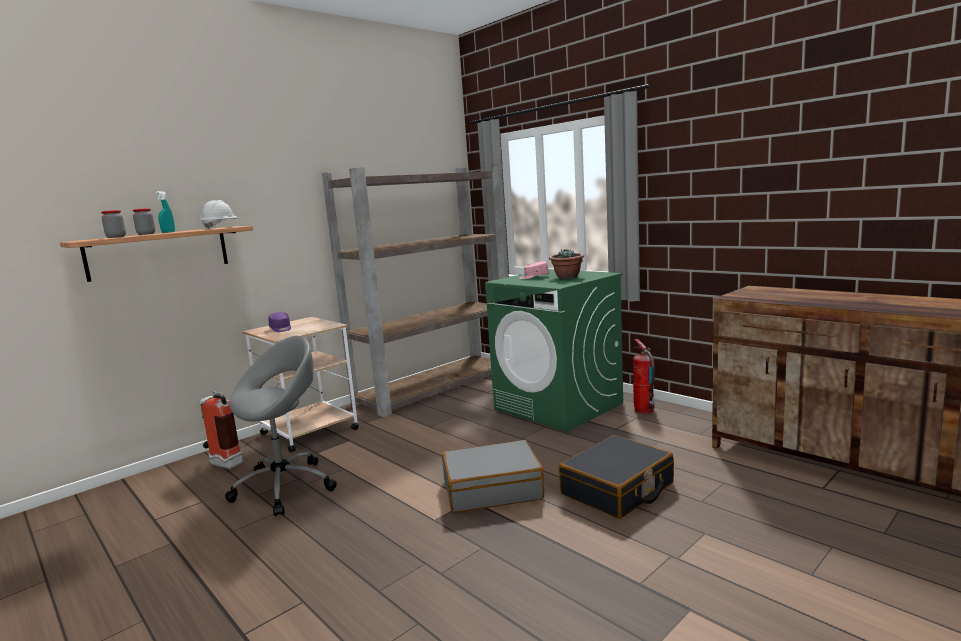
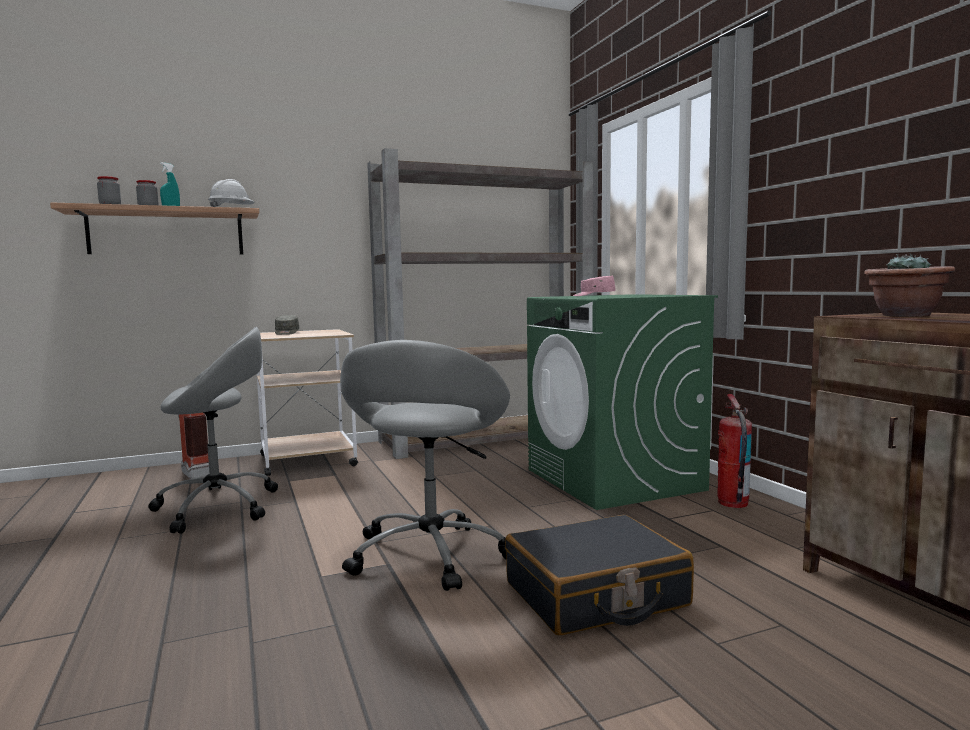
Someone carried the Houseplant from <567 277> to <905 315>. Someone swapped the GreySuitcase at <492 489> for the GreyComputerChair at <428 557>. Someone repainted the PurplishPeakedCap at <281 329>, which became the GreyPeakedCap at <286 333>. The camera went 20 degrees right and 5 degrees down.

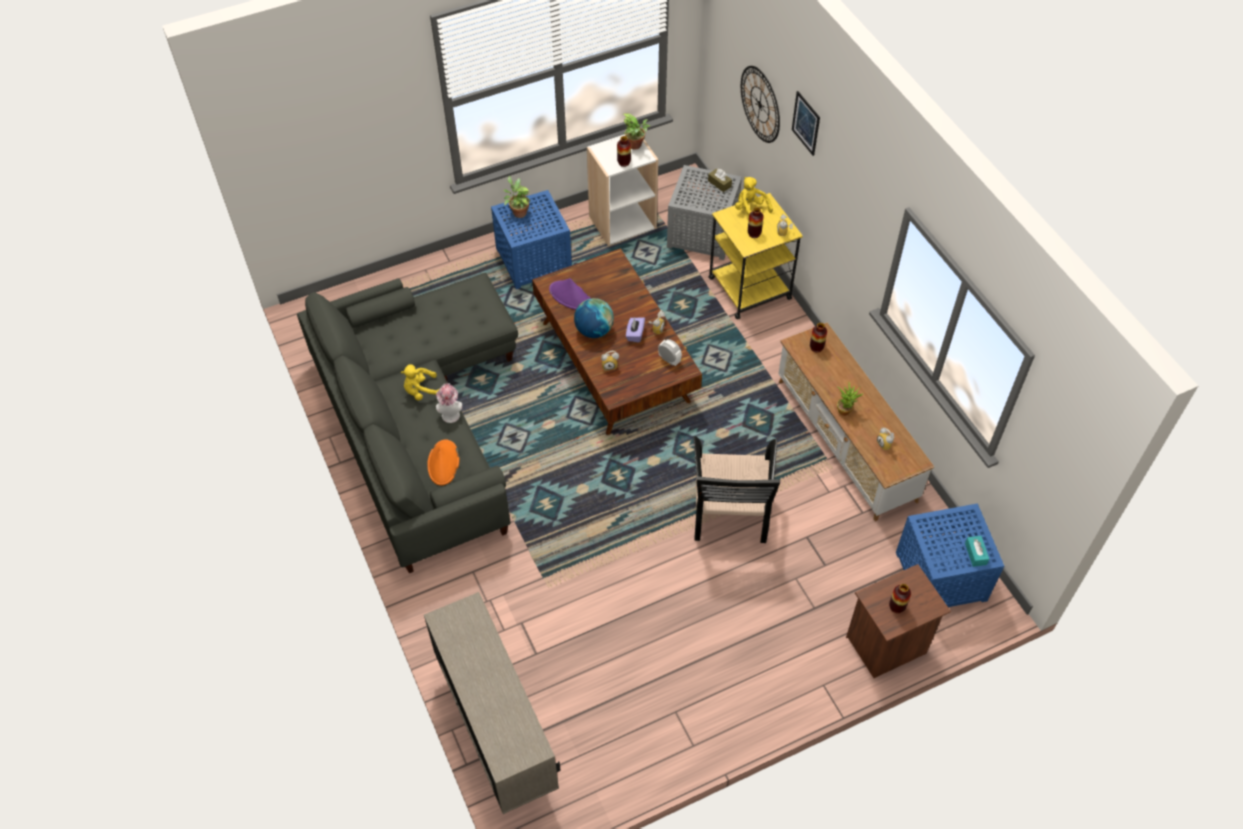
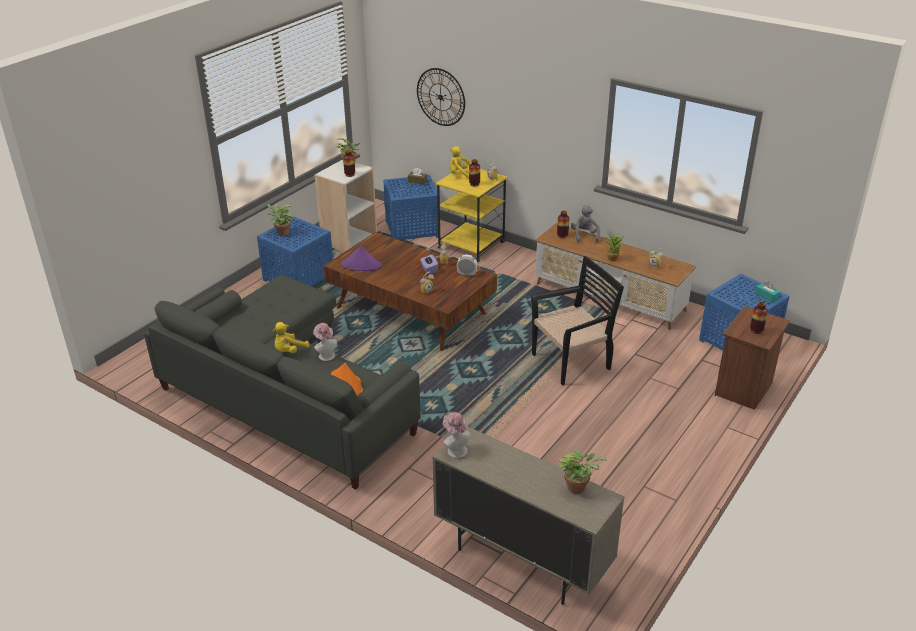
Someone took away the WorldGlobe at <594 330>. Someone took away the Picture at <806 123>. Someone put down the WearableHat at <455 449>. Someone put down the Houseplant at <578 487>. Someone put down the GreyCuddlyToy at <584 236>. Someone repainted the GreySideTable at <703 234>, which became the BlueSideTable at <413 229>. Someone rotated the BlackishArmchair at <729 514> by 90 degrees counterclockwise. The camera went 30 degrees left and 20 degrees down.

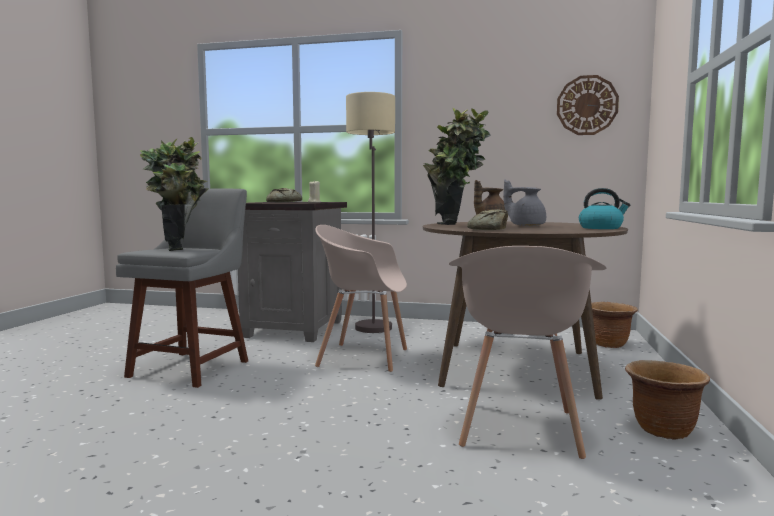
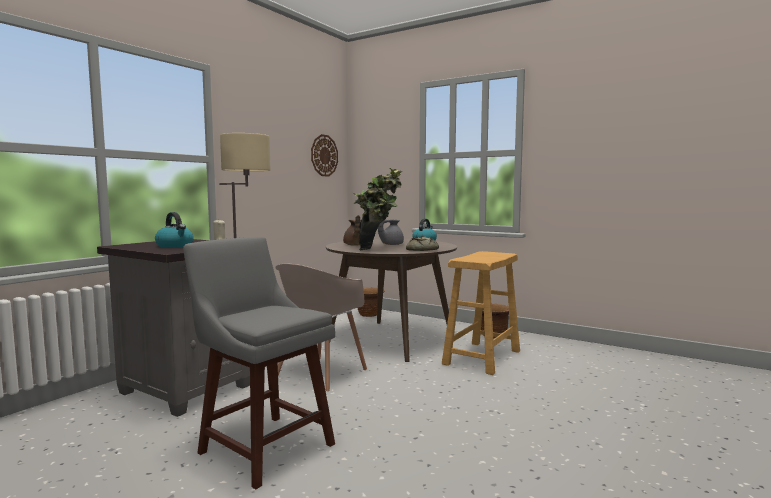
Someone took away the Houseplant at <180 248>. Someone swapped the Bread at <283 202> for the TeaKettle at <175 246>. Someone swapped the BeigeColouredChair at <519 429> for the BeigeColouredSittingStool at <482 357>. The camera went 70 degrees left and 0 degrees up.

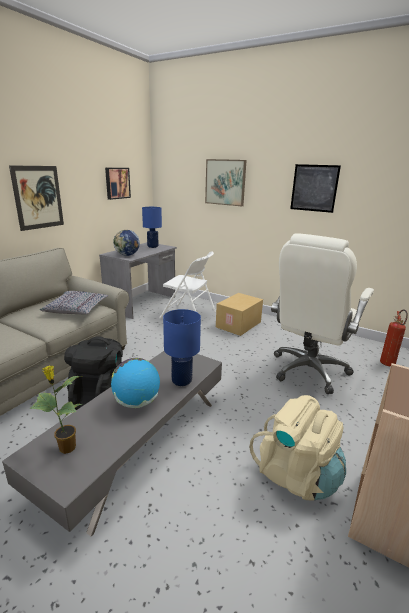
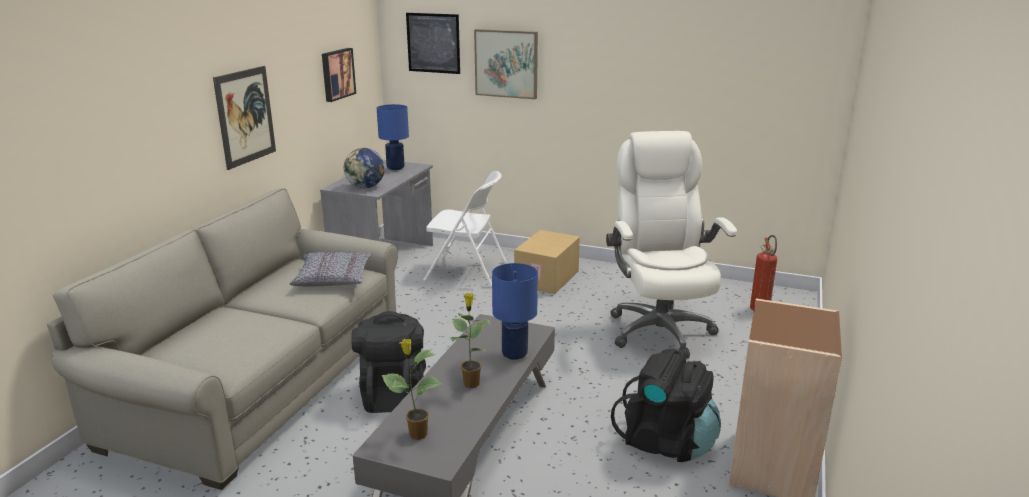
Someone carried the Picture from <314 188> to <433 43>. Someone swapped the WorldGlobe at <137 402> for the Houseplant at <471 383>. Someone repainted the BeigeColouredRucksack at <296 475>, which became the BlackishRucksack at <666 442>. Someone rotated the WhitishComputerChair at <308 371> by 150 degrees clockwise. The camera went 10 degrees left and 0 degrees up.

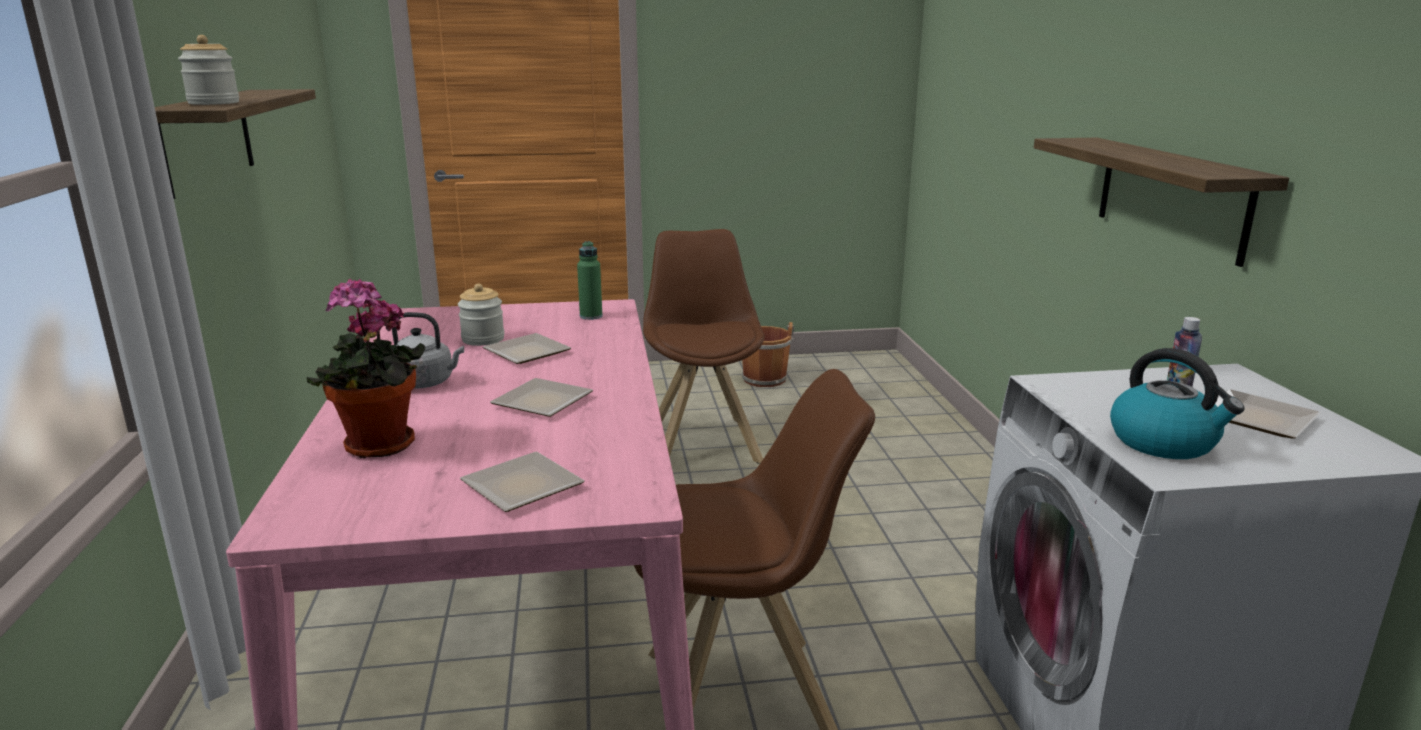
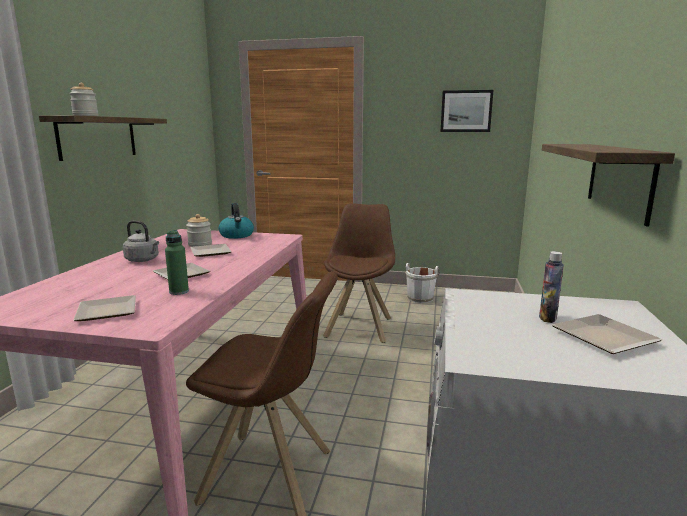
Someone took away the Houseplant at <379 448>. Someone put up the Picture at <466 111>. Someone carried the GreenishBottle from <591 316> to <179 291>. Someone carried the TeaKettle from <1164 442> to <237 235>. Someone repainted the BrownWaterBucket at <763 378>, which became the WhitishWaterBucket at <420 298>. The camera went 20 degrees right and 5 degrees down.

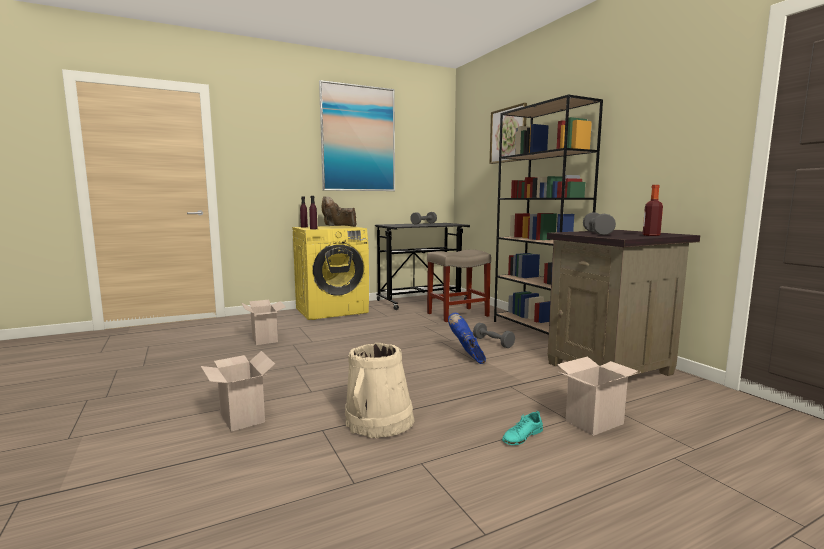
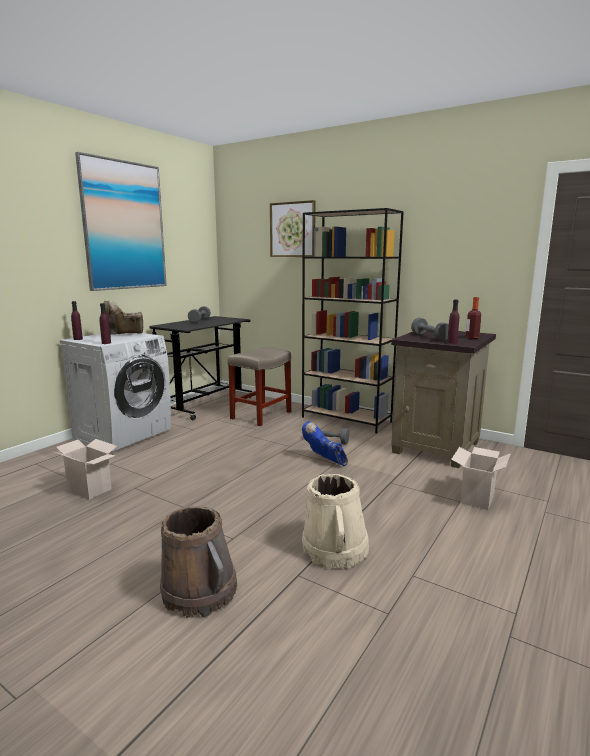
Someone took away the TurquoiseShoe at <522 436>. Someone put down the PurplishBottle at <452 342>. Someone swapped the CardboardBox at <240 417> for the BrownWaterBucket at <199 591>. Someone repainted the YellowLaundryMachine at <332 312>, which became the WhitishLaundryMachine at <123 435>. The camera went 30 degrees left and 5 degrees up.

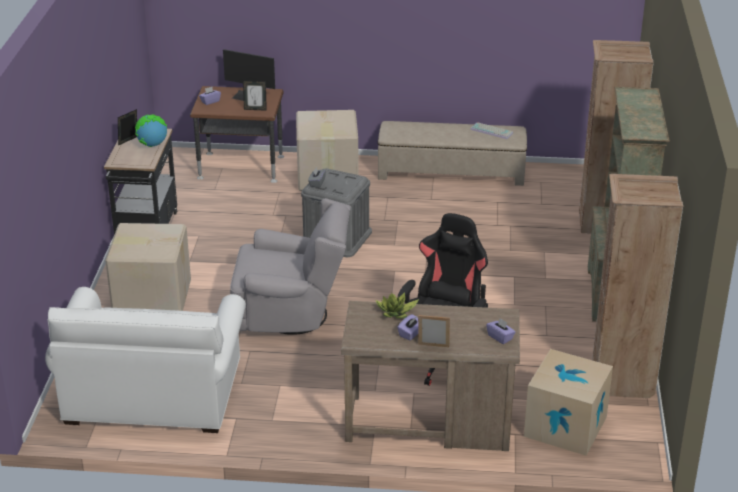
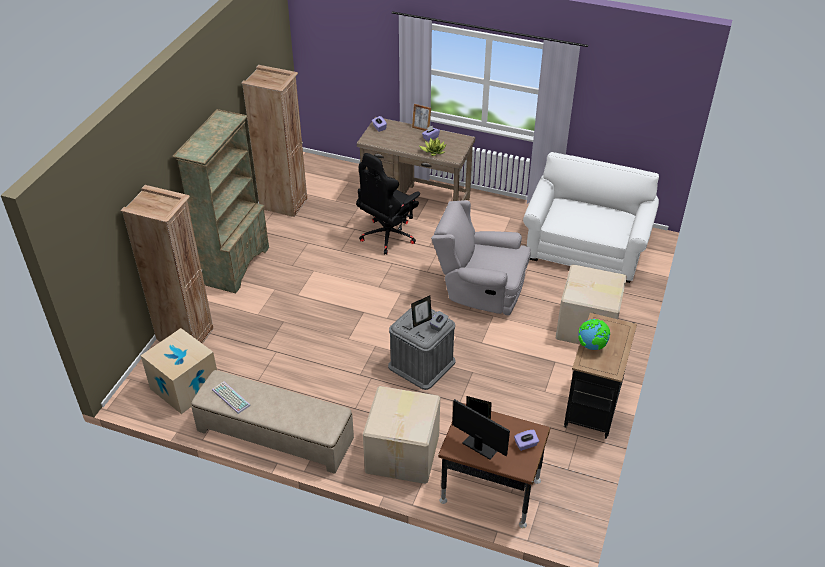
Someone carried the PhotoFrame from <129 141> to <421 322>. Someone carried the CardboardBox from <565 426> to <185 387>. The camera went 165 degrees left and 10 degrees up.

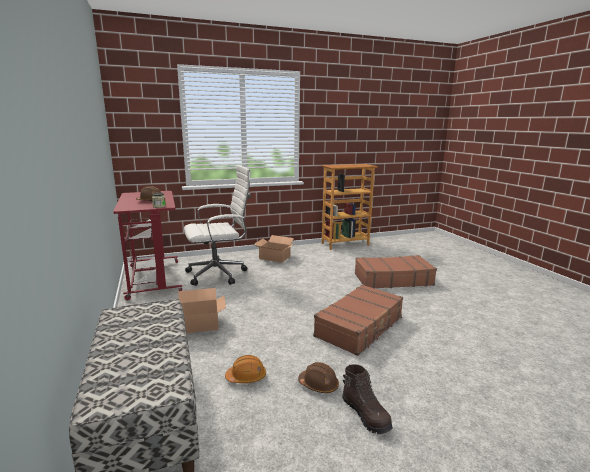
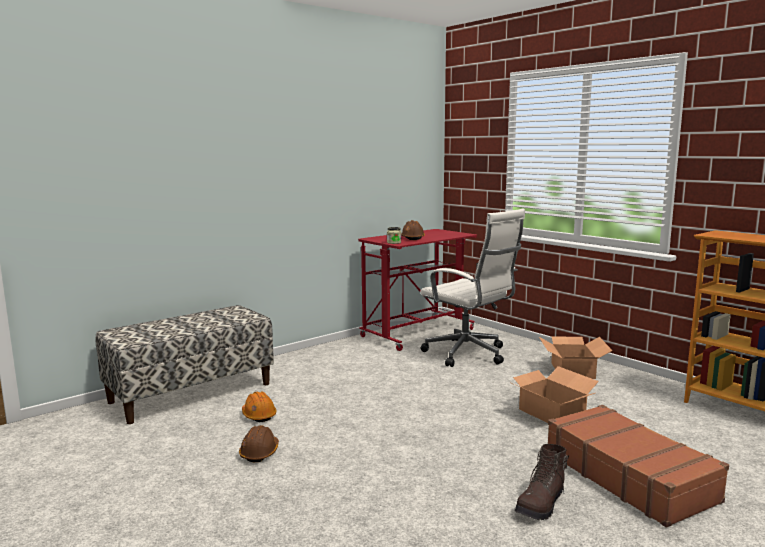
Someone took away the BrownSuitcase at <360 327>. Someone carried the CardboardBox from <198 324> to <551 413>. Someone carried the BrownHighTopBoot from <366 414> to <541 504>. The camera went 70 degrees right and 5 degrees down.

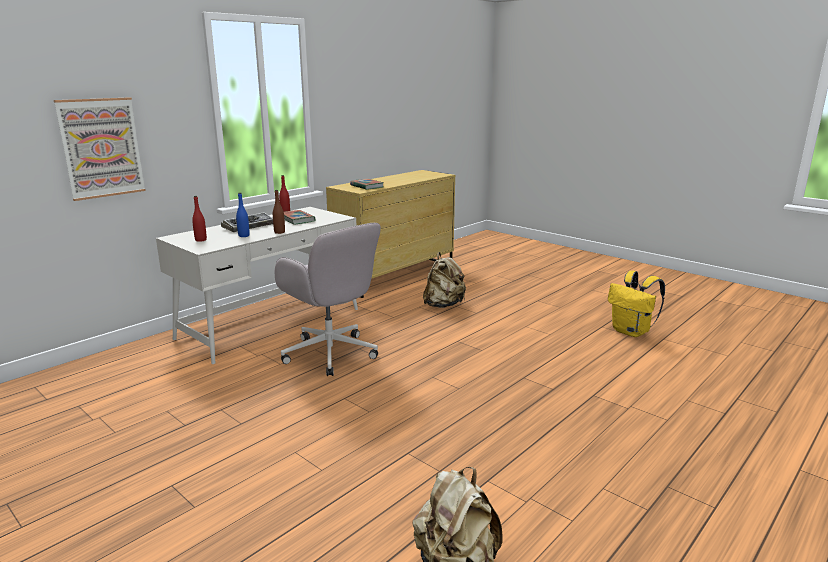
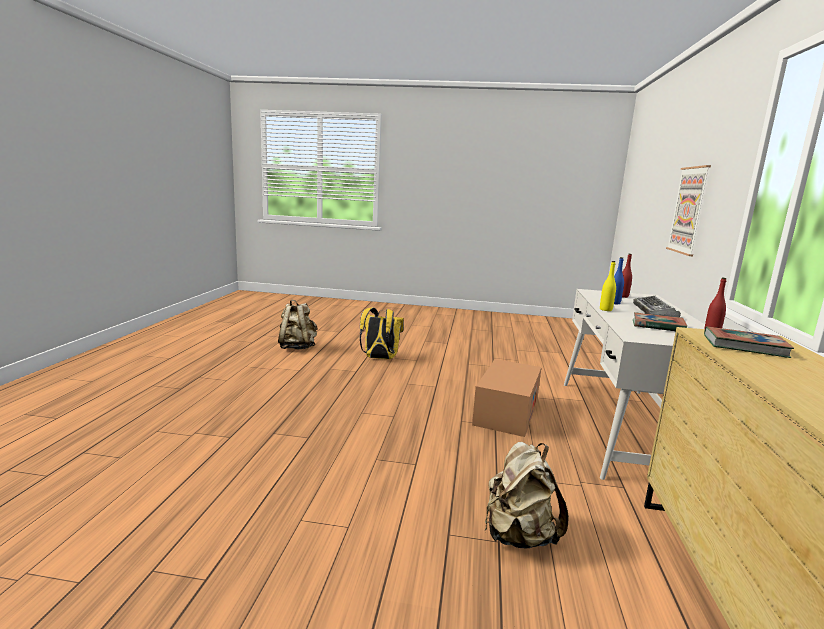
Someone carried the YellowRucksack from <632 332> to <379 358>. Someone swapped the GreyComputerChair at <330 354> for the CardboardBox at <506 413>. Someone repainted the BrownBottle at <279 232>, which became the YellowBottle at <605 309>. The camera went 145 degrees right and 5 degrees down.

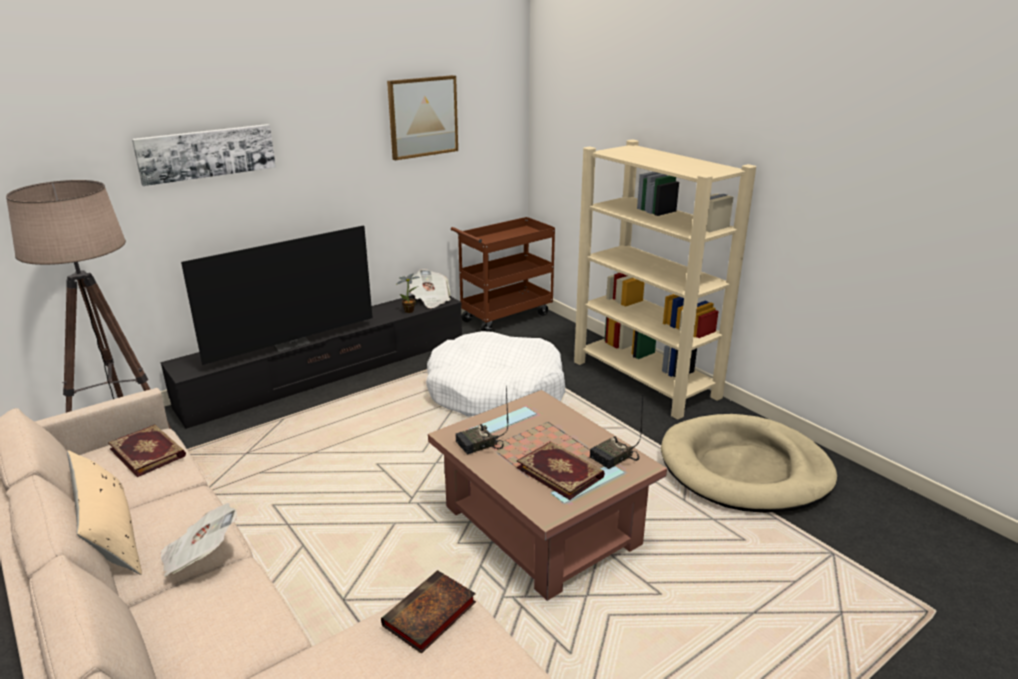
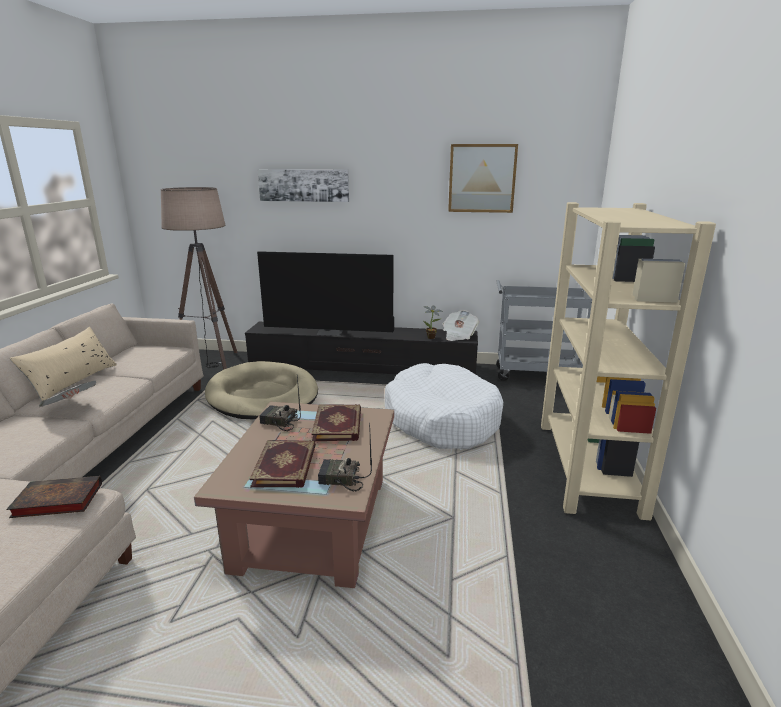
Someone carried the Book from <149 452> to <338 425>. Someone carried the BeigeColouredDogCushion from <745 469> to <263 396>. Someone repainted the BrownTrolley at <504 318>, which became the GreyTrolley at <533 375>. The camera went 45 degrees right and 5 degrees down.

